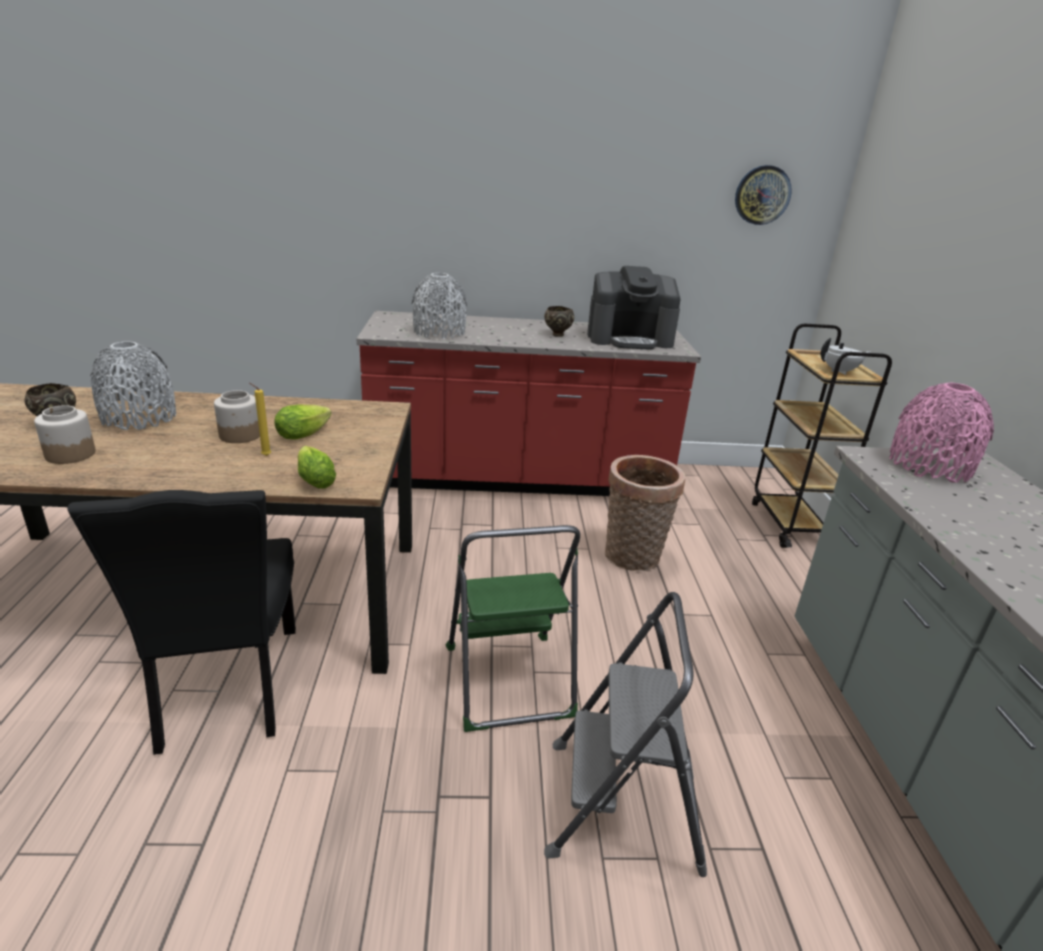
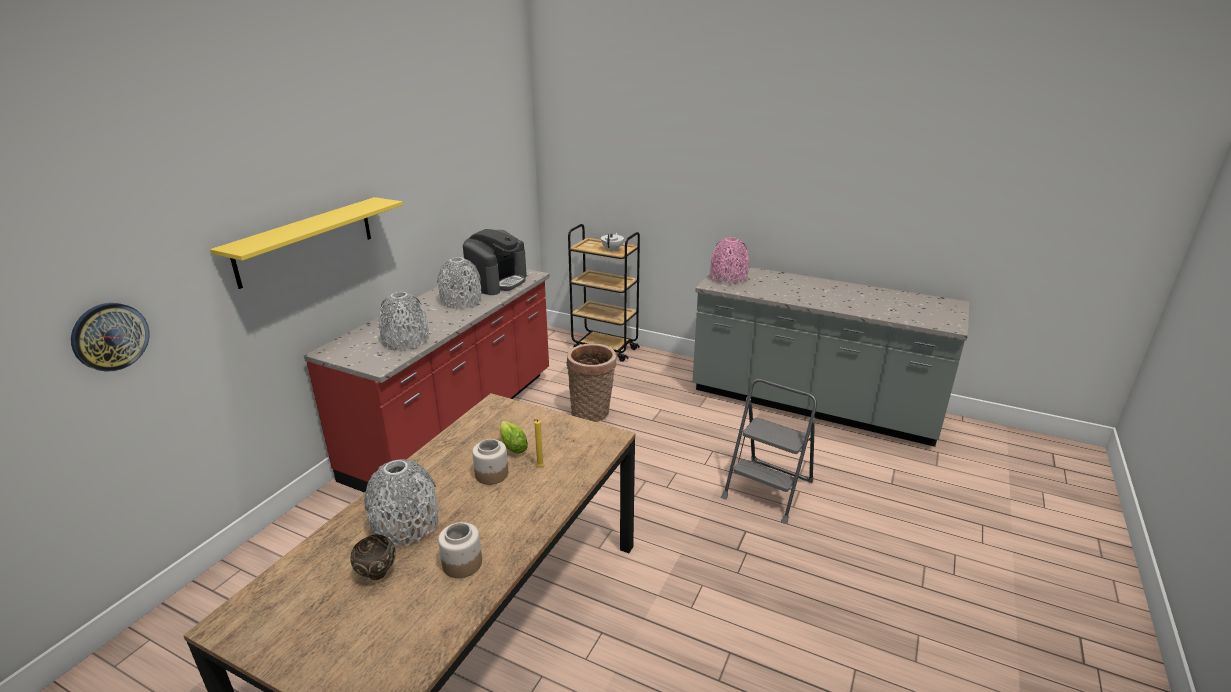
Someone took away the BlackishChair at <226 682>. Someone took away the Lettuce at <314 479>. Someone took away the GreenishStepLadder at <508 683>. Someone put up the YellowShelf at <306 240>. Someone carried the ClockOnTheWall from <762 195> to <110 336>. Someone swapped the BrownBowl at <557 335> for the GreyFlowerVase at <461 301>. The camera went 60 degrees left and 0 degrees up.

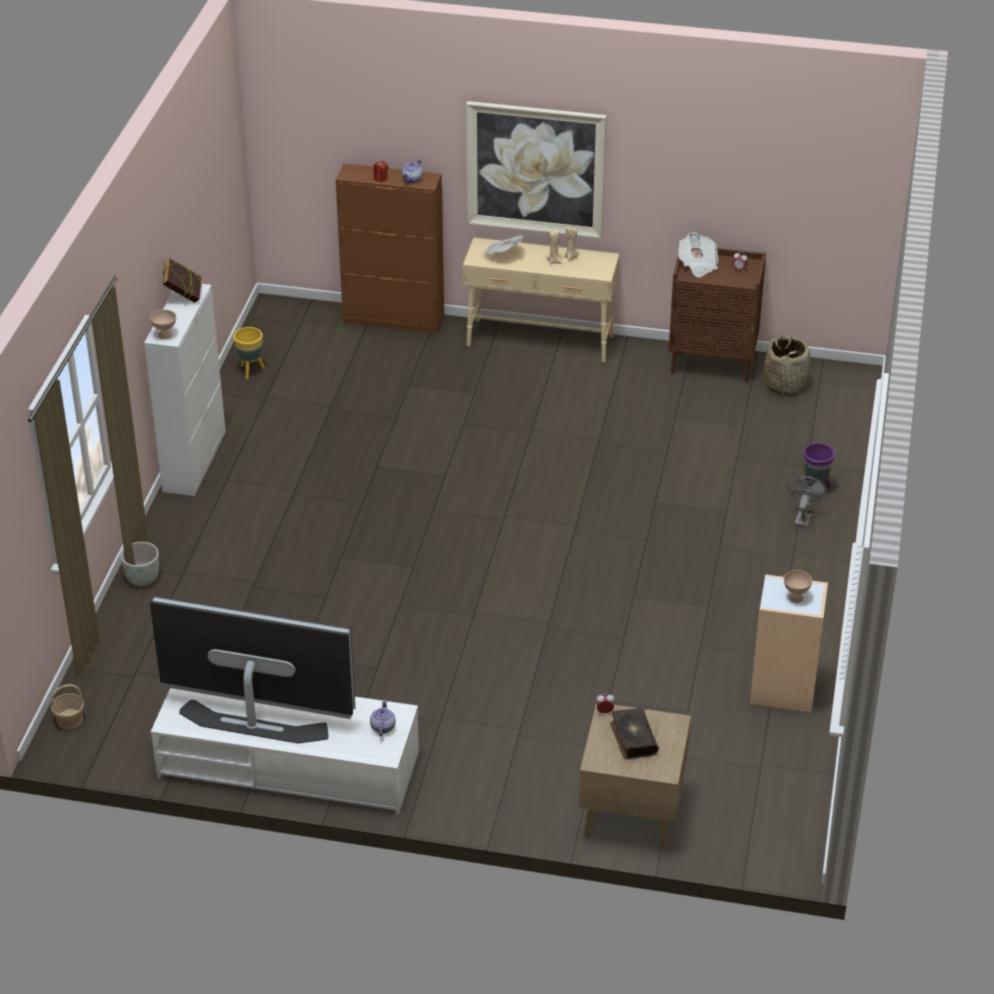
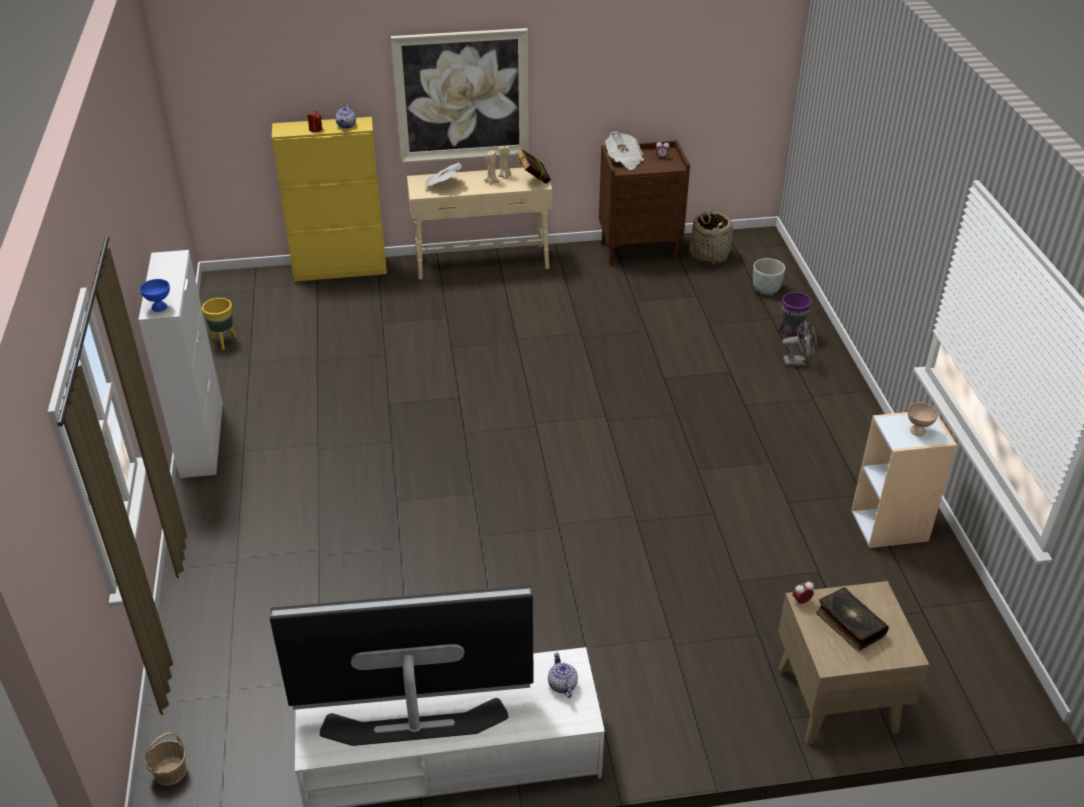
Someone carried the GreyPlantPot from <143 578> to <766 289>. Someone carried the Book from <183 297> to <533 181>. Someone repainted the BeigeColouredBowl at <164 335>, which became the BlueBowl at <159 307>. Someone repainted the BrownStorageCabinet at <394 319>, which became the YellowStorageCabinet at <341 270>. Someone rotated the GreyFan at <803 517> by 90 degrees clockwise. The camera went 20 degrees left and 0 degrees up.

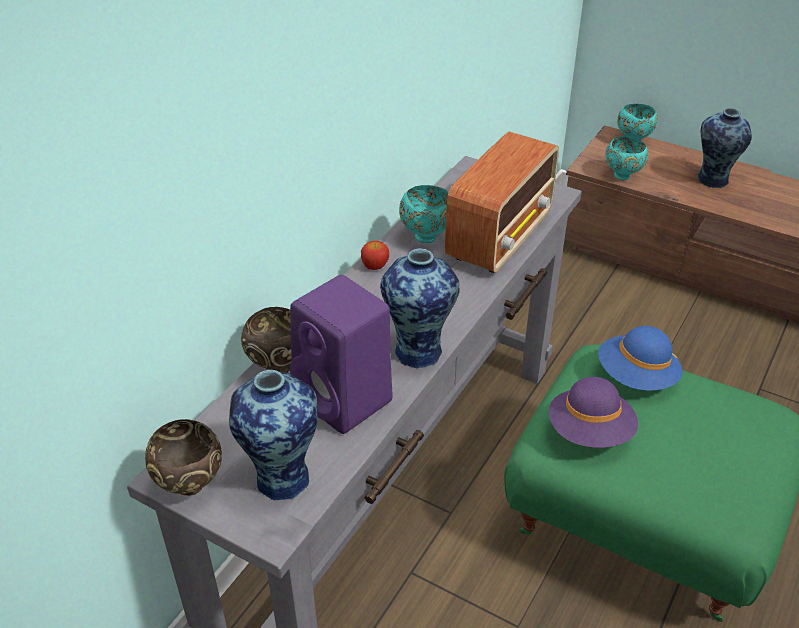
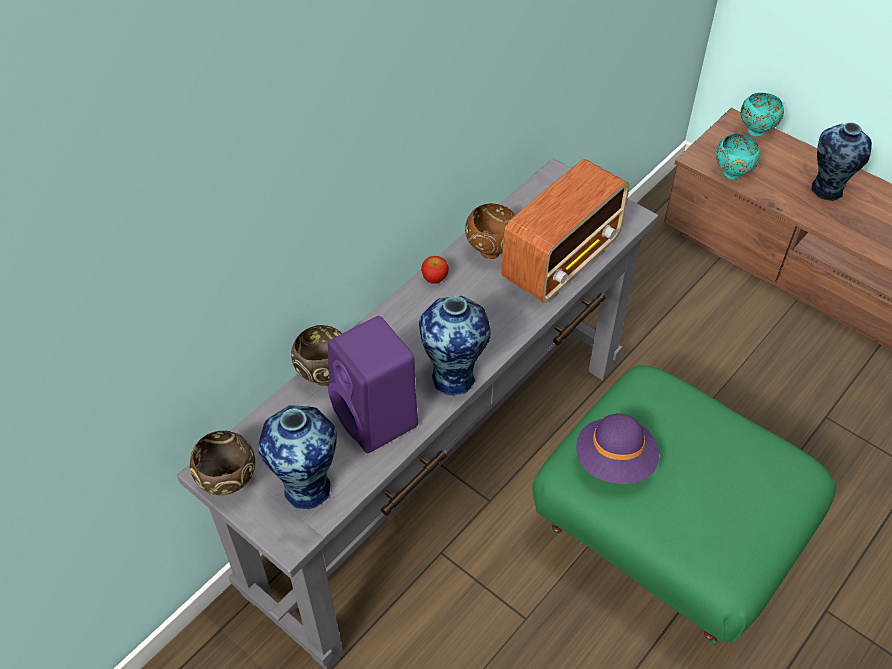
Someone took away the BlueWearableHat at <636 377>. Someone repainted the TurquoiseBowl at <427 237>, which became the BrownBowl at <492 251>. The camera went 10 degrees right and 10 degrees up.

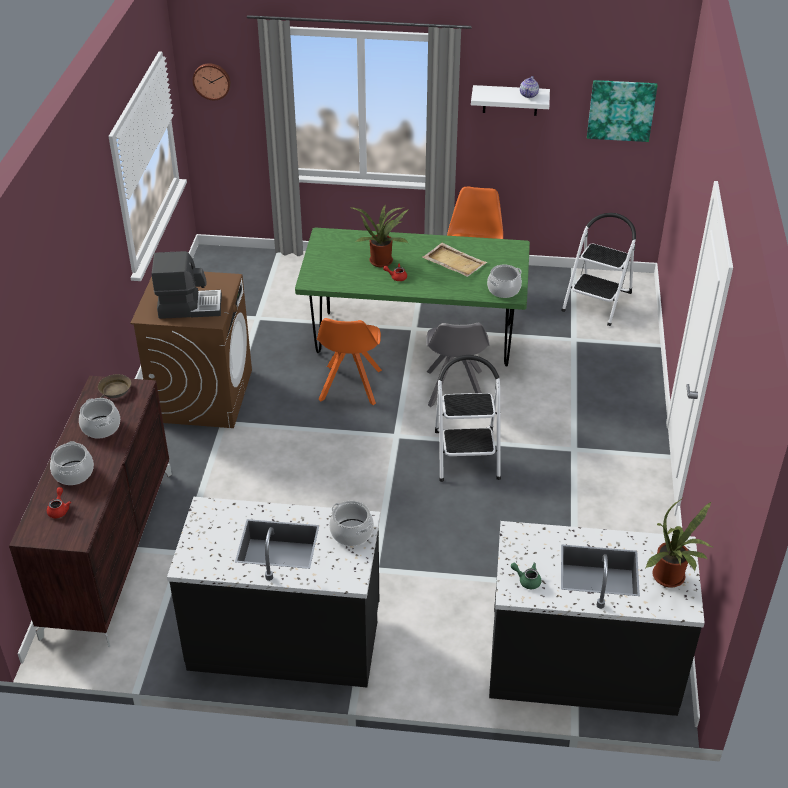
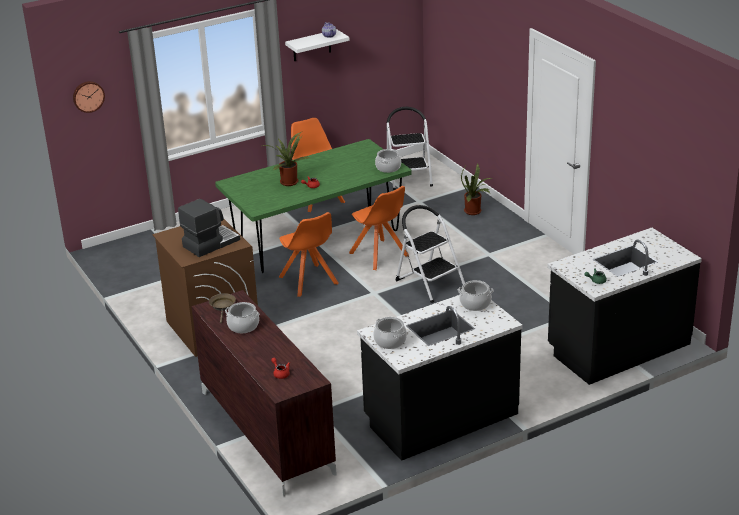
Someone took away the BeigeColouredCarryingTray at <454 262>. Someone took away the Picture at <621 110>. Someone carried the CookingPot from <74 473> to <390 341>. Someone carried the Houseplant from <671 579> to <474 212>. Someone repainted the GreyChair at <455 389>, which became the OrangeyChair at <379 255>. The camera went 35 degrees left and 10 degrees down.

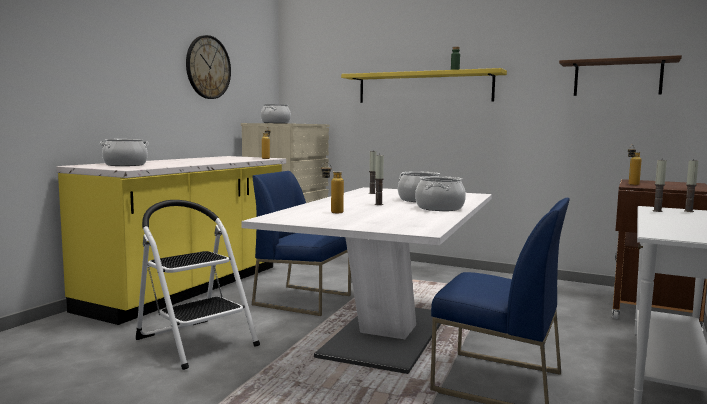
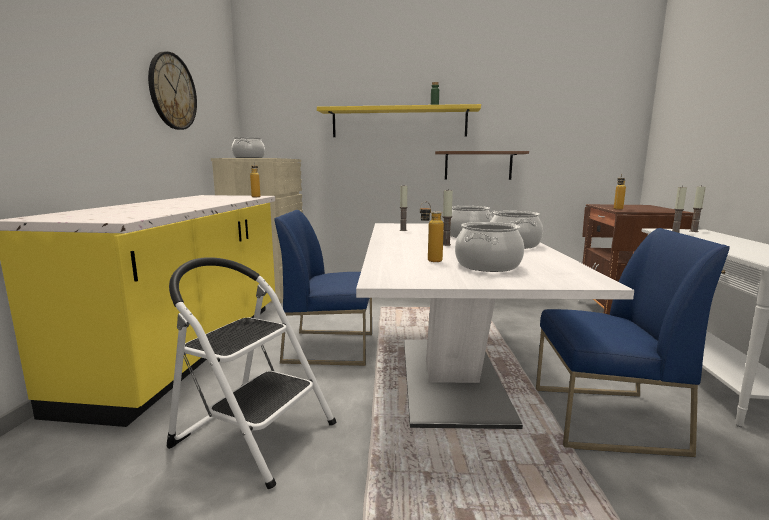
Someone carried the CookingPot from <125 165> to <488 266>. Someone carried the BrownShelf from <617 78> to <478 165>. The camera went 20 degrees left and 5 degrees up.

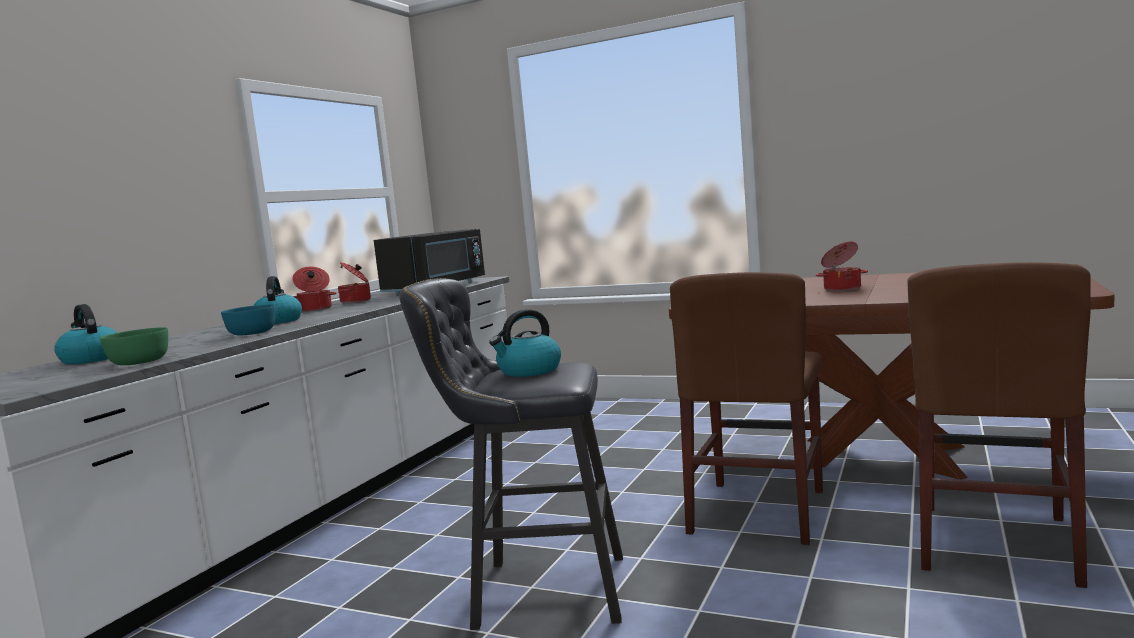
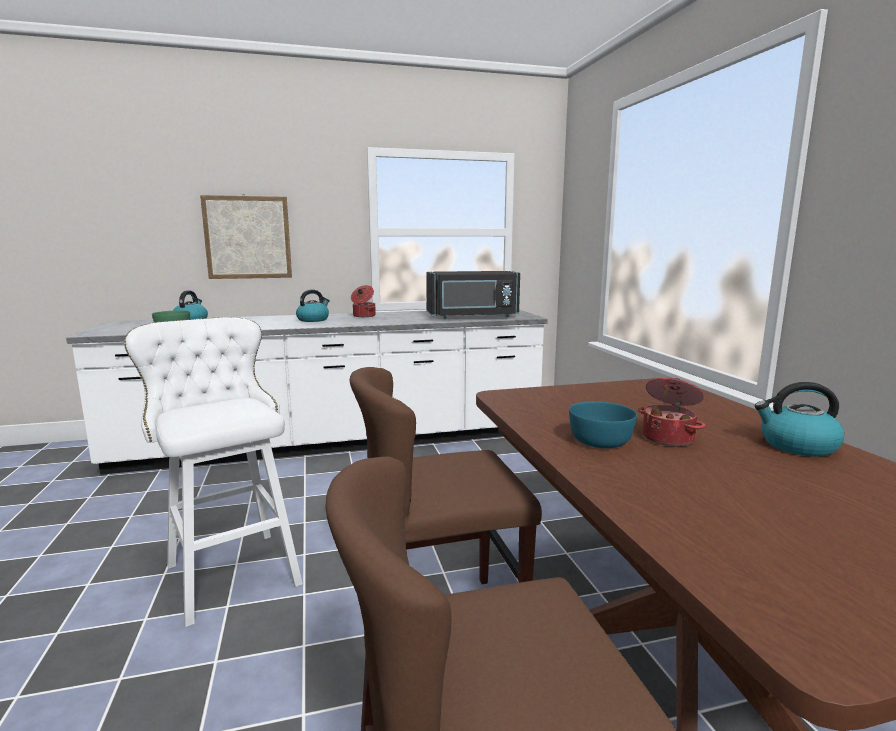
Someone took away the CookingPot at <356 301>. Someone put up the Picture at <247 236>. Someone carried the TurquoiseBowl from <252 333> to <600 441>. Someone carried the TeaKettle from <529 371> to <797 446>. Someone repainted the BlackishSittingStool at <529 591>, which became the WhitishSittingStool at <229 565>. The camera went 50 degrees right and 5 degrees up.

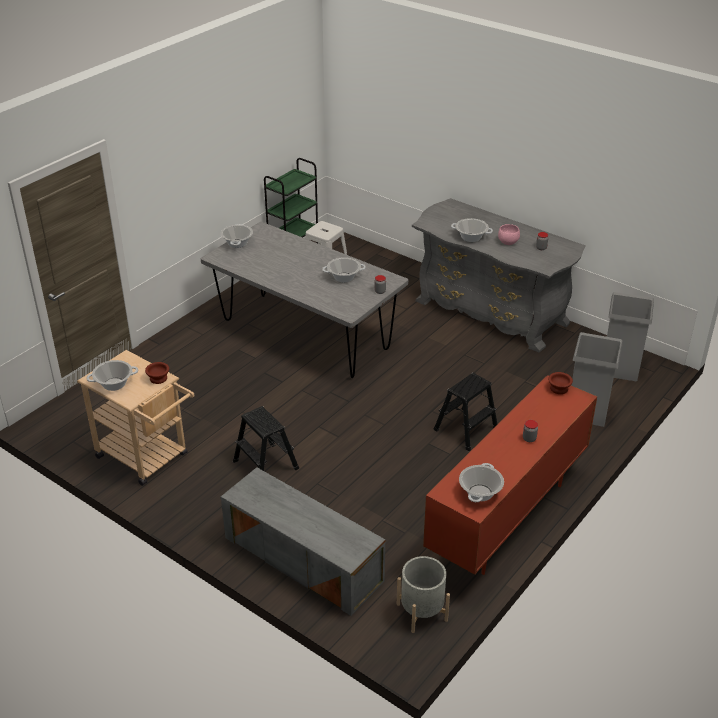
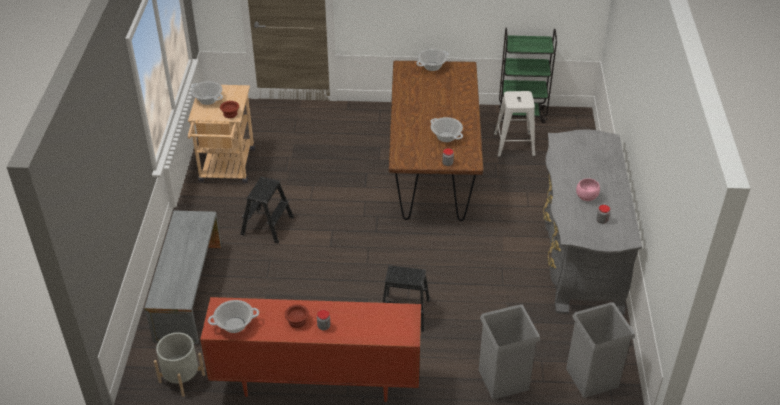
Someone took away the CookingPot at <471 238>. Someone carried the BrownBowl from <558 389> to <296 321>. Someone repainted the GreyDiningTable at <304 334>, which became the BrownDiningTable at <432 169>. The camera went 55 degrees right and 5 degrees up.

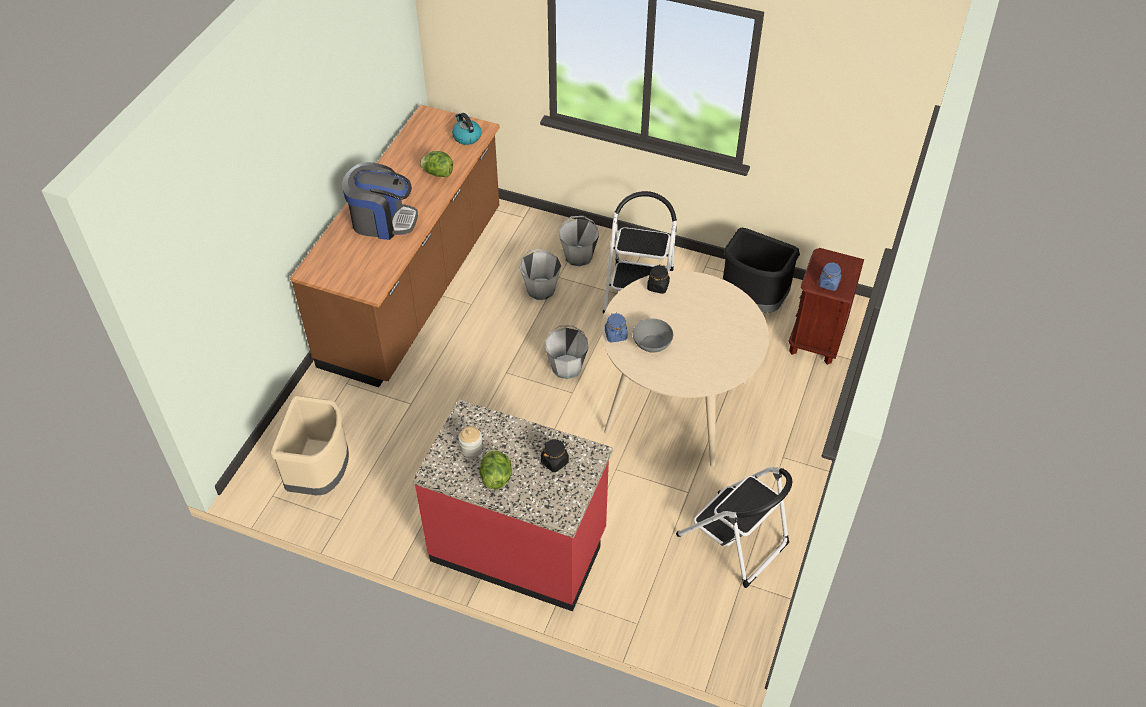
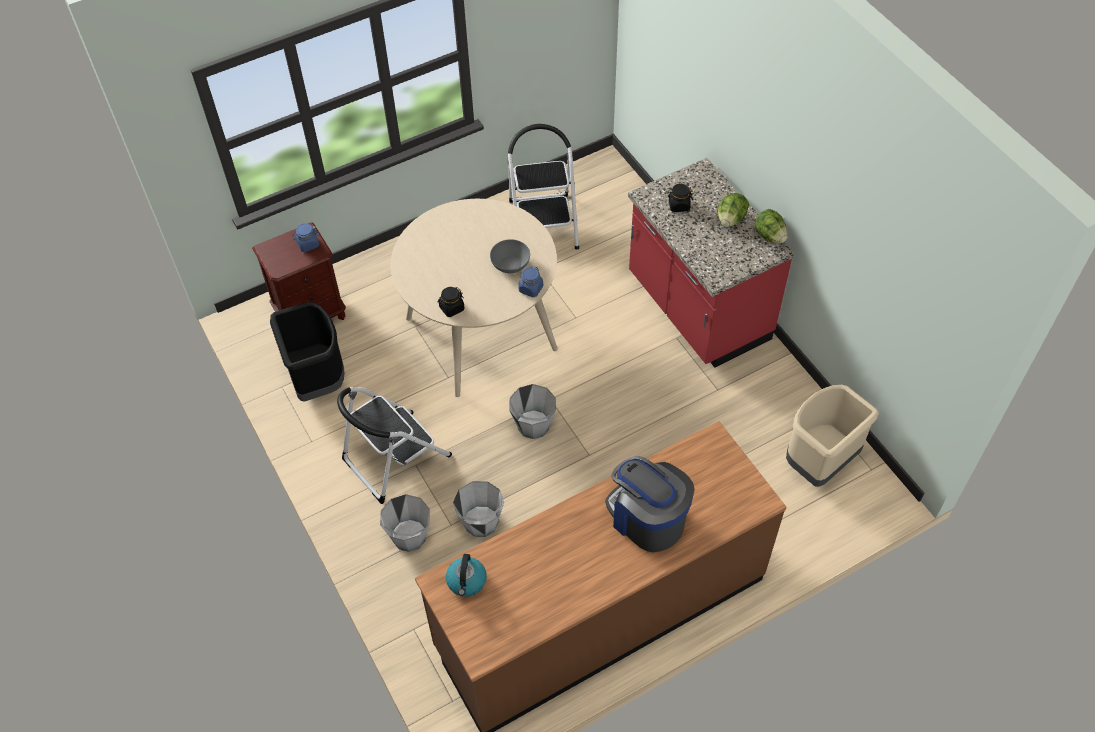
Someone took away the StorageJar at <471 449>. Someone carried the Lettuce from <438 173> to <769 236>. The camera went 140 degrees left and 5 degrees up.

